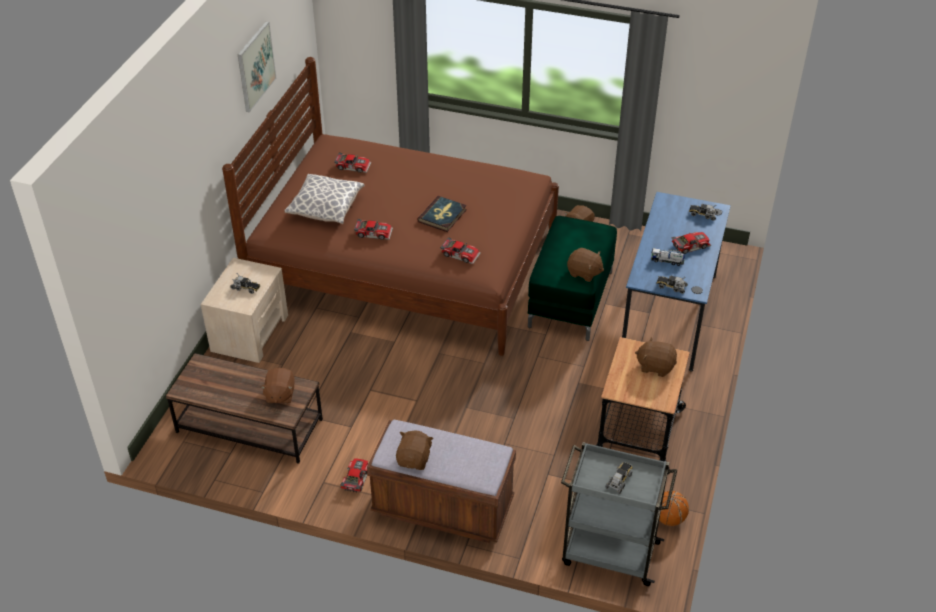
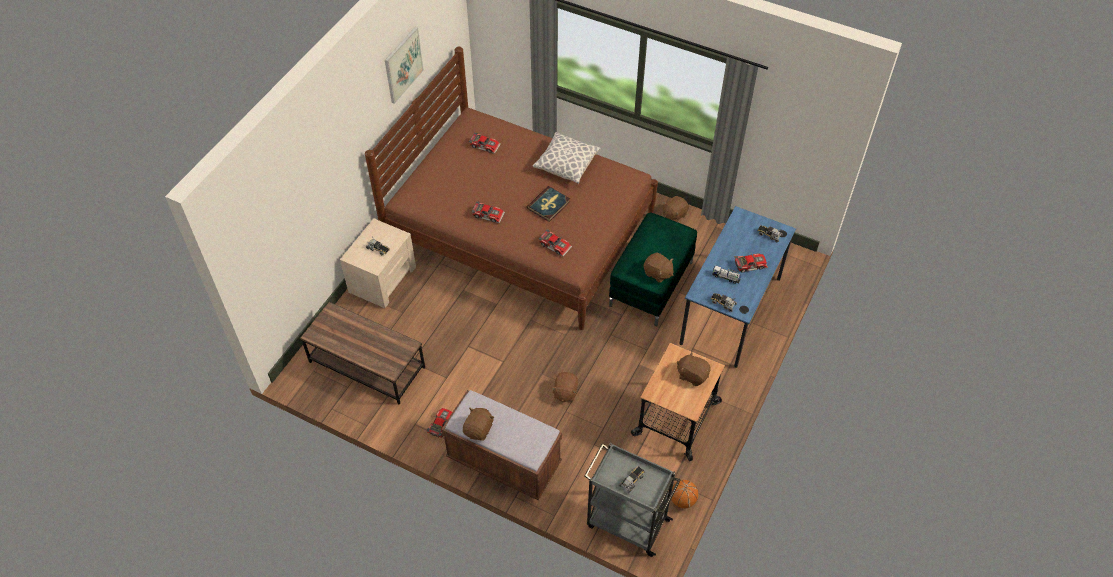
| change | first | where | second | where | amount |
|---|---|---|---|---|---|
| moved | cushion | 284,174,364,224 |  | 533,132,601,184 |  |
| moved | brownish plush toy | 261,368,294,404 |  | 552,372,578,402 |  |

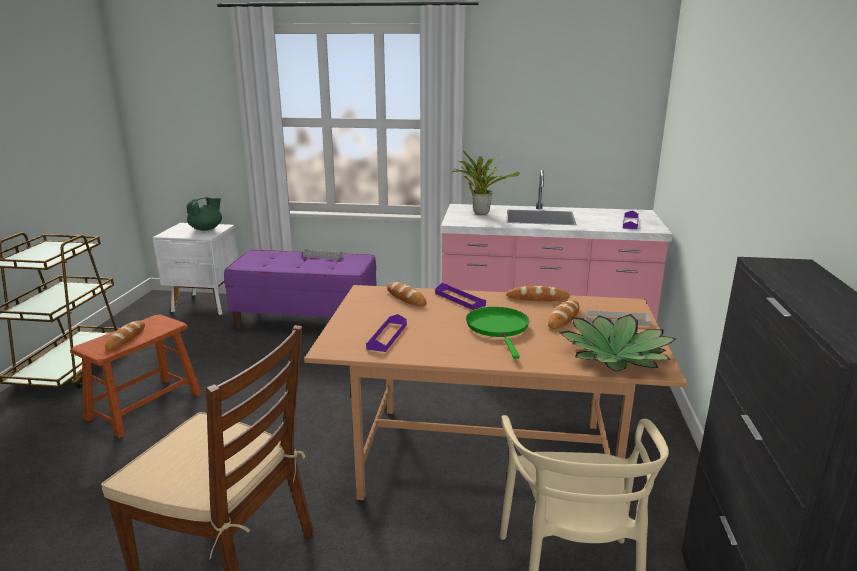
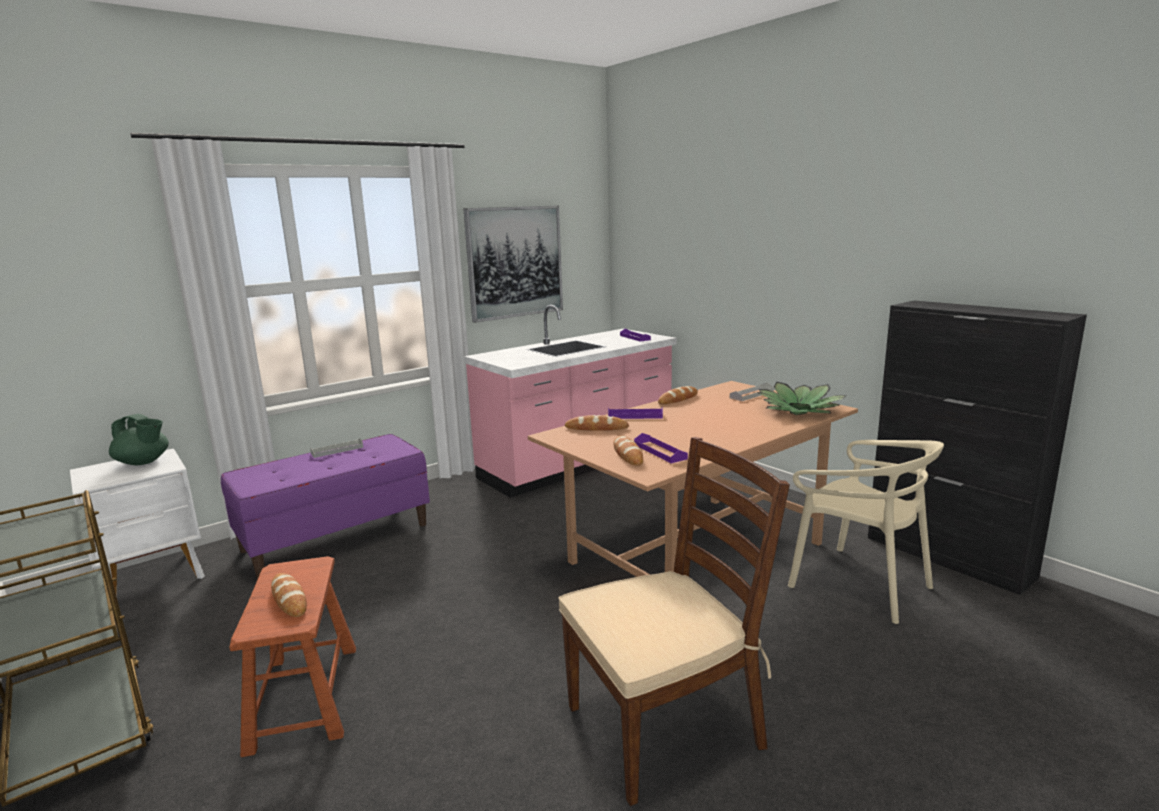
| change | first | where | second | where | amount |
|---|---|---|---|---|---|
| removed | plant in a pot | 450,151,519,215 |  |  |  |
| turned | green-coloured pot for tea | 187,197,222,231 |  | 109,414,169,465 | 120 degrees clockwise |
| moved | bakery bread | 548,300,579,329 |  | 614,436,643,466 |  |
| removed | green-coloured frying pan | 466,307,529,359 |  |  |  |
| added |  |  | wall picture | 463,206,563,323 |  |

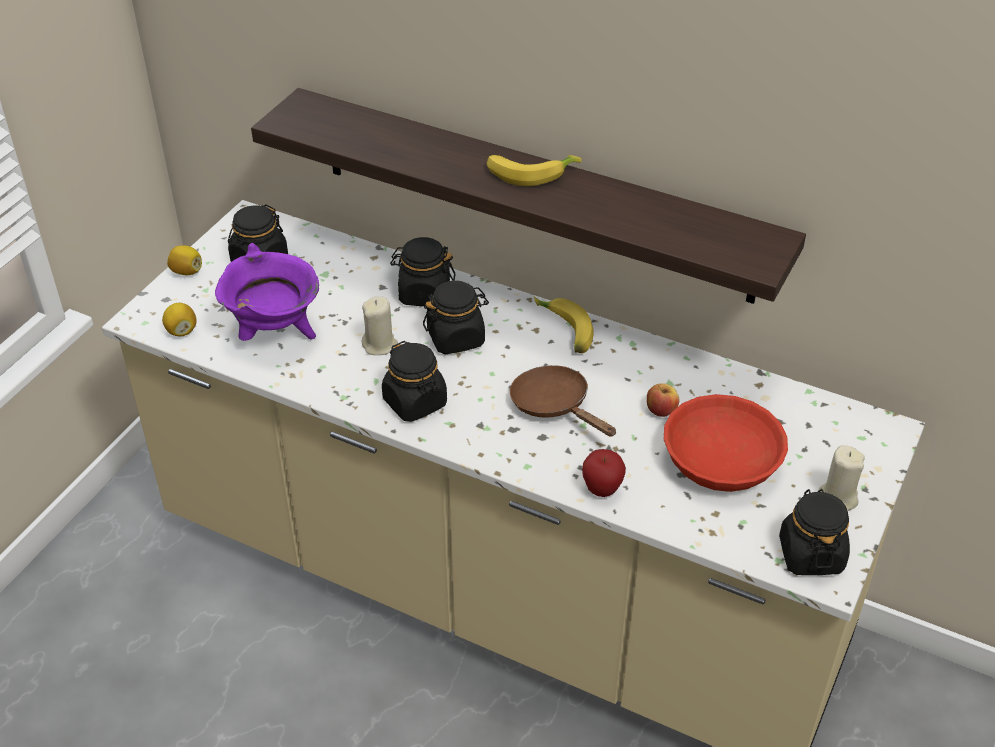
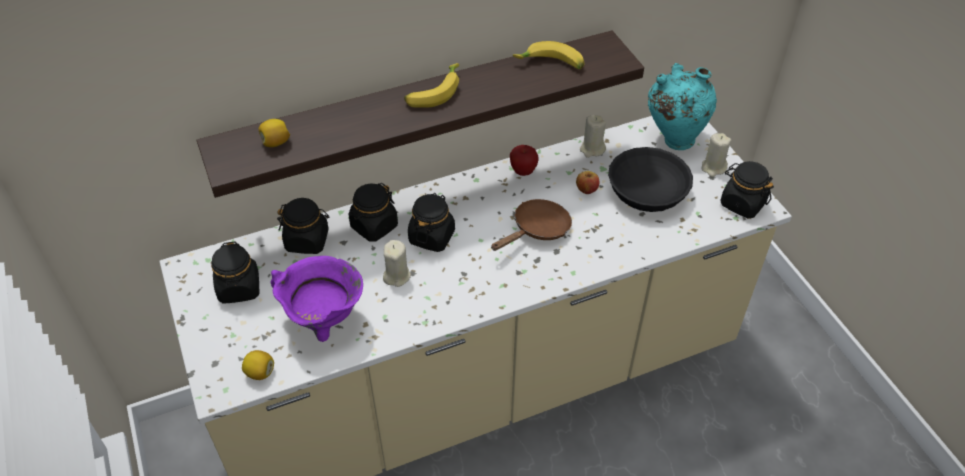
| change | first | where | second | where | amount |
|---|---|---|---|---|---|
| moved | citrus fruit | 167,245,202,275 |  | 259,119,290,147 |  |
| moved | whole banana | 534,296,594,353 |  | 513,41,585,69 |  |
| moved | blackish preserve jar | 382,341,447,422 |  | 277,198,330,254 |  |
| turned | brownish frying pan | 510,365,616,437 |  | 491,199,572,251 | 135 degrees clockwise |
| recoloured | reddish bowl | 664,394,788,492 | blackish bowl | 608,147,693,212 |  |
| moved | apple fruit | 582,449,626,497 |  | 510,145,539,176 |  |
| added |  |  | turquoise-coloured decorative vase | 648,63,717,150 |  |
| added |  |  | beige-coloured wax candle | 580,115,606,158 |  |

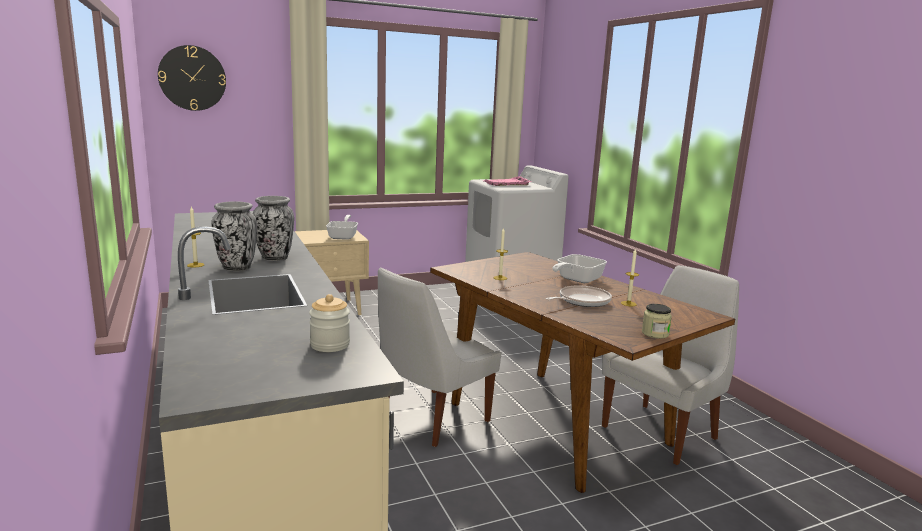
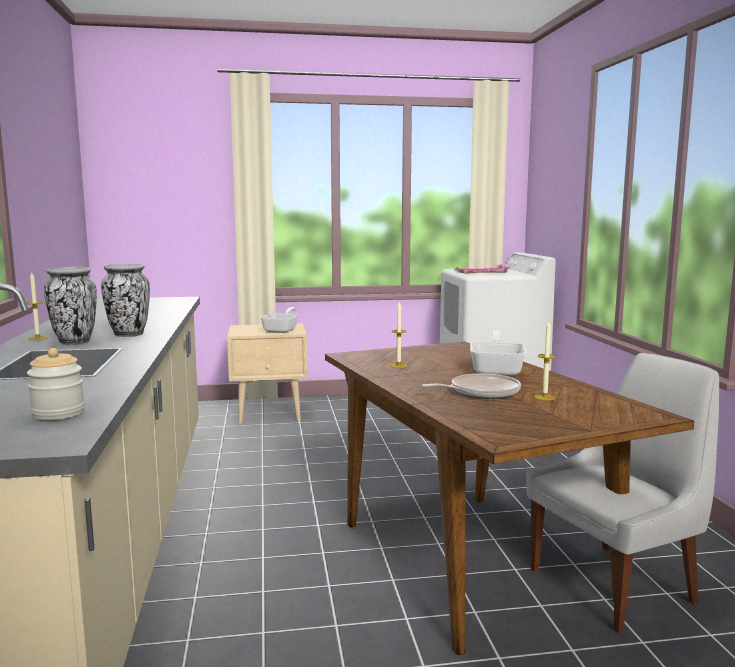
| change | first | where | second | where | amount |
|---|---|---|---|---|---|
| removed | clock on the wall | 158,45,226,111 |  |  |  |
| turned | frying pan | 553,254,607,283 |  | 470,330,526,376 | 135 degrees clockwise |
| removed | whitish upright chair | 378,267,501,447 |  |  |  |
| removed | preserve jar | 642,304,672,339 |  |  |  |

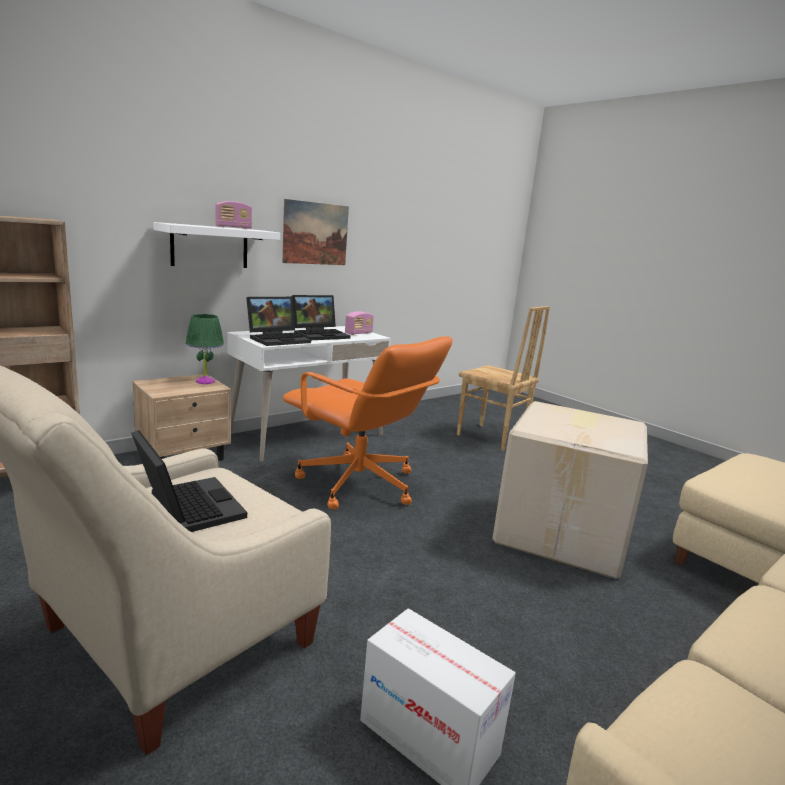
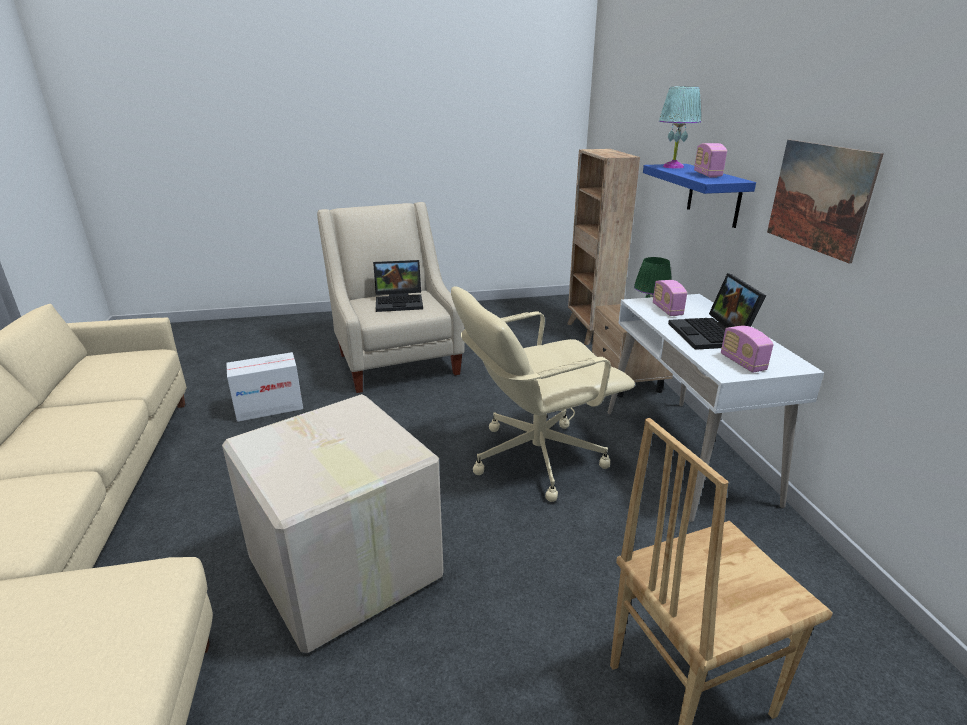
| change | first | where | second | where | amount |
|---|---|---|---|---|---|
| recoloured | whitish shelf | 153,222,280,268 | blue-coloured shelf | 643,164,756,228 |  |
| replaced | notebook computer | 246,296,311,346 | radio | 653,280,687,316 |  |
| recoloured | orange computer chair | 282,336,453,509 | beige-coloured computer chair | 451,286,635,502 |  |
| added |  |  | turquoise-coloured lamp for a table | 659,87,701,168 |  |

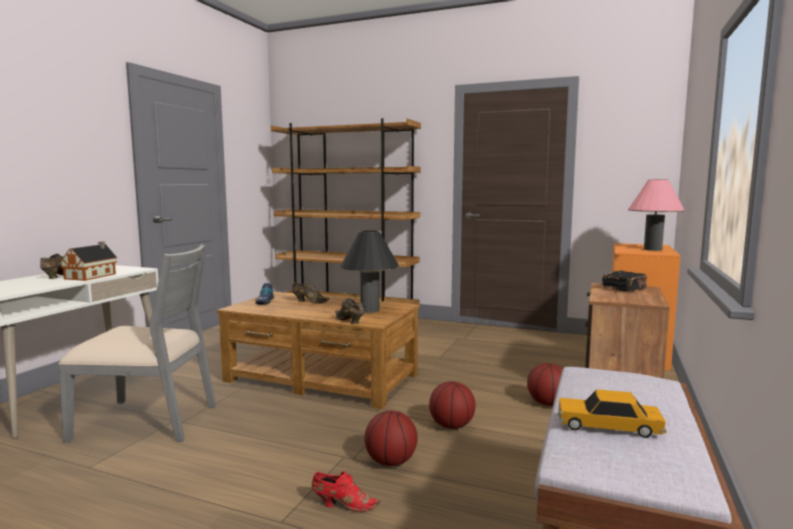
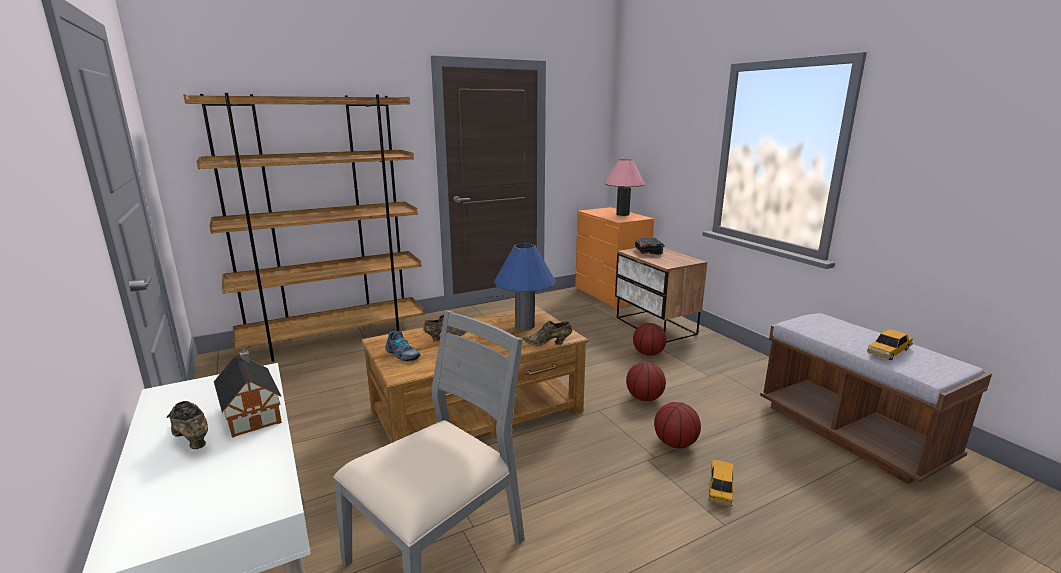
| change | first | where | second | where | amount |
|---|---|---|---|---|---|
| recoloured | blackish lamp for a table | 340,230,399,313 | blue-coloured lamp for a table | 494,243,555,330 |  |
| replaced | reddish item of footwear | 312,471,380,511 | miniature car | 708,460,733,507 |  |

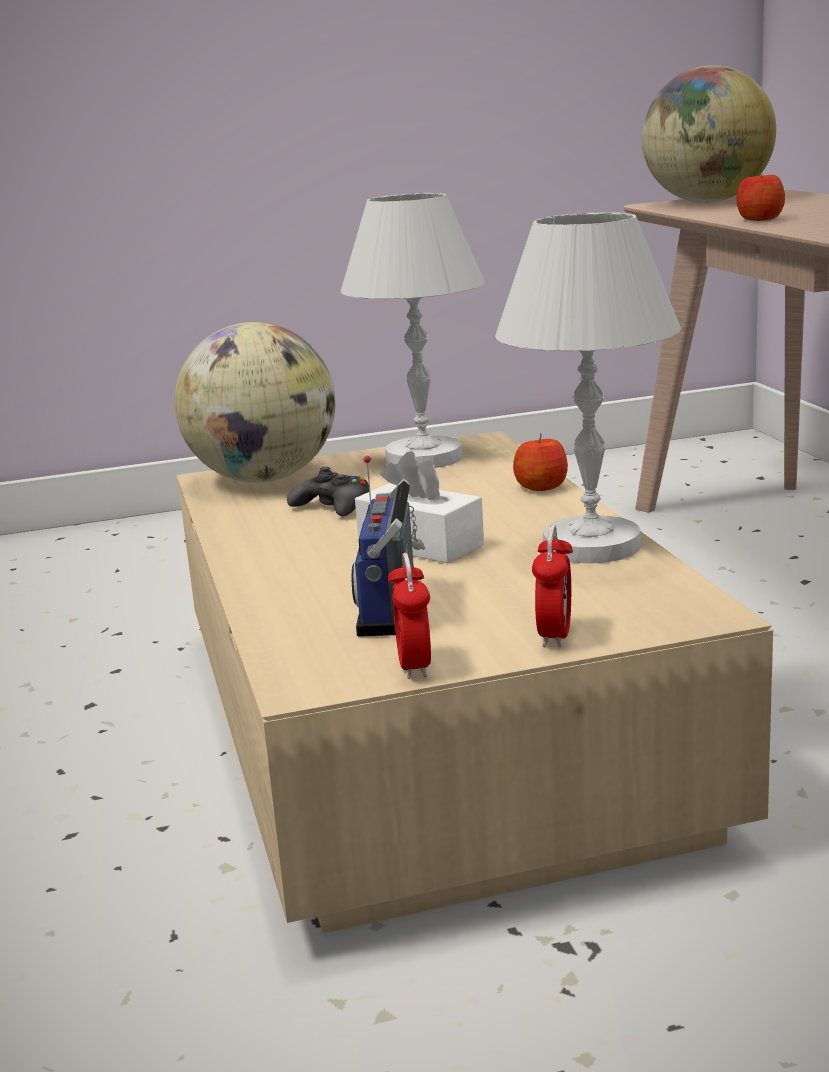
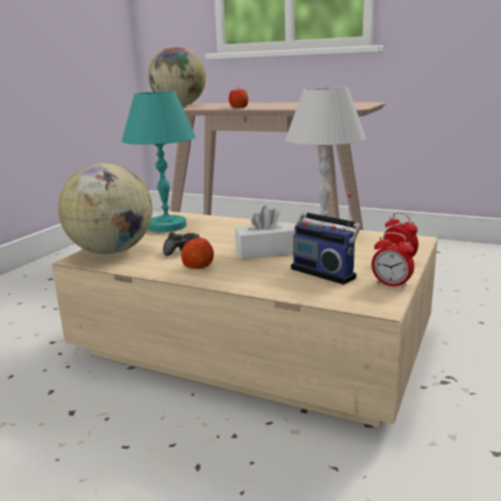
| change | first | where | second | where | amount |
|---|---|---|---|---|---|
| recoloured | whitish lamp for a table | 341,193,485,468 | turquoise-coloured lamp for a table | 122,92,196,232 |  |
| moved | apple fruit | 513,433,568,491 |  | 181,235,214,269 |  |

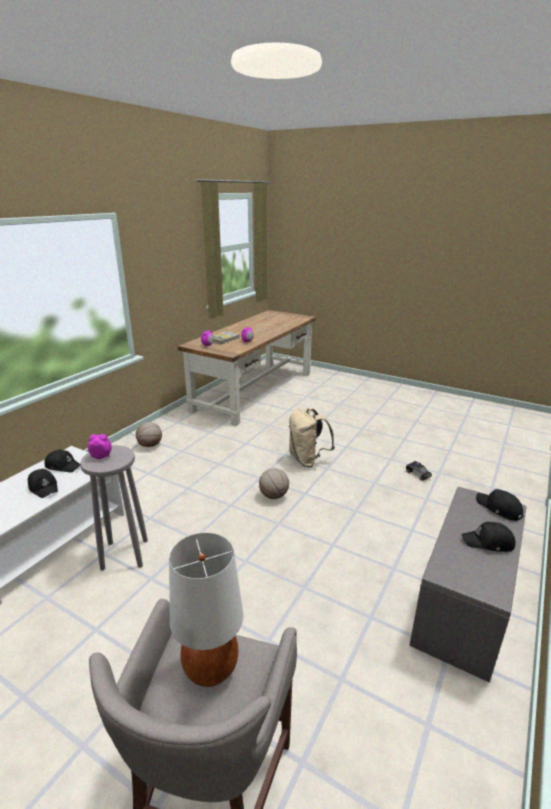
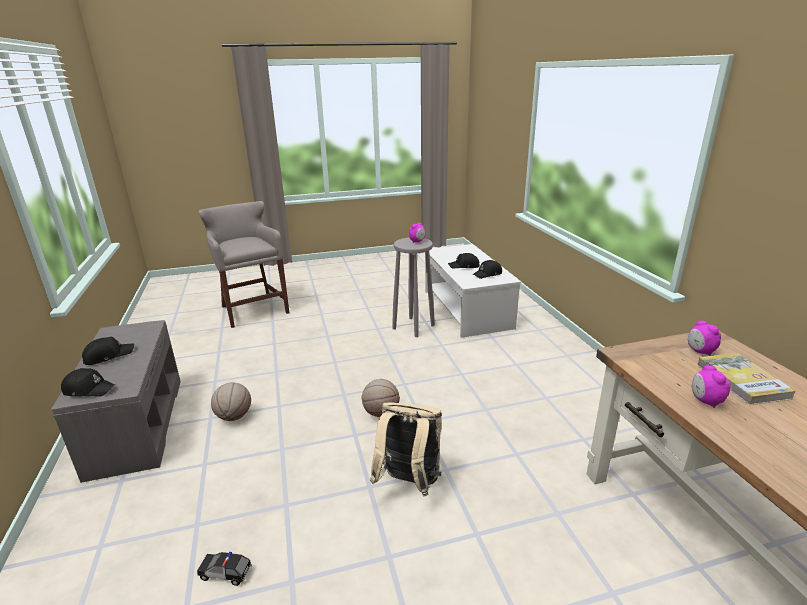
| change | first | where | second | where | amount |
|---|---|---|---|---|---|
| moved | basketball | 136,422,162,447 |  | 211,382,251,421 |  |
| removed | whitish lamp for a table | 169,533,243,687 |  |  |  |

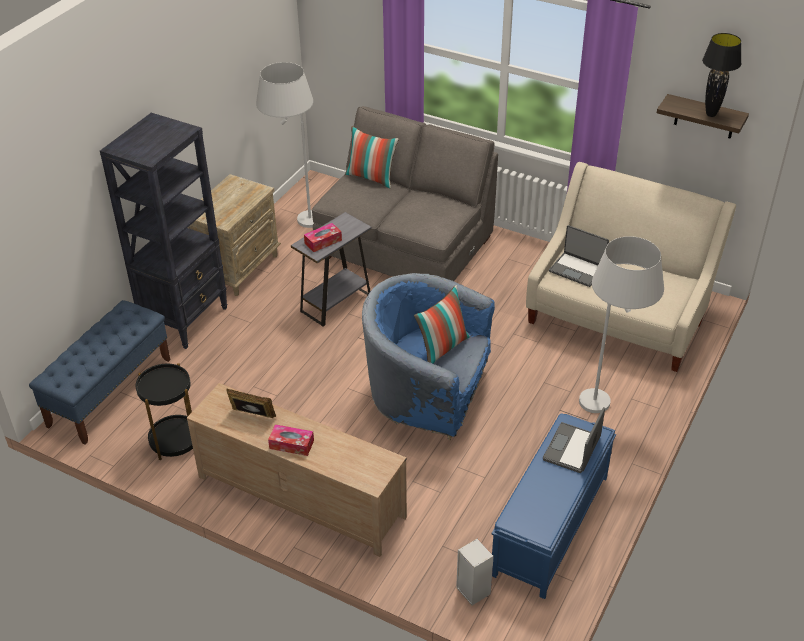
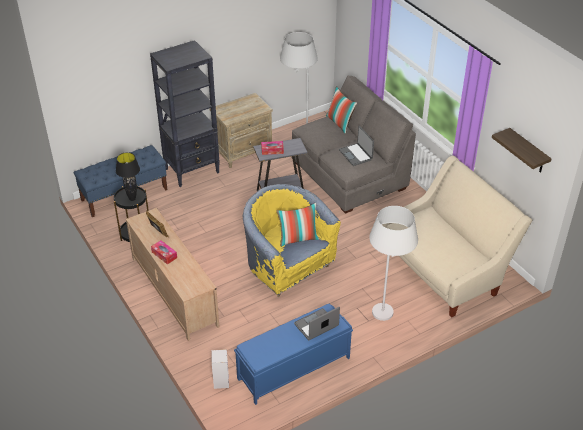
| change | first | where | second | where | amount |
|---|---|---|---|---|---|
| moved | blackish lamp for a table | 702,33,742,117 |  | 116,152,140,201 |  |
| moved | notebook computer | 549,225,609,287 |  | 339,126,374,166 |  |
| recoloured | blue-coloured easy chair | 362,273,495,441 | yellow easy chair | 242,184,341,297 |  |

